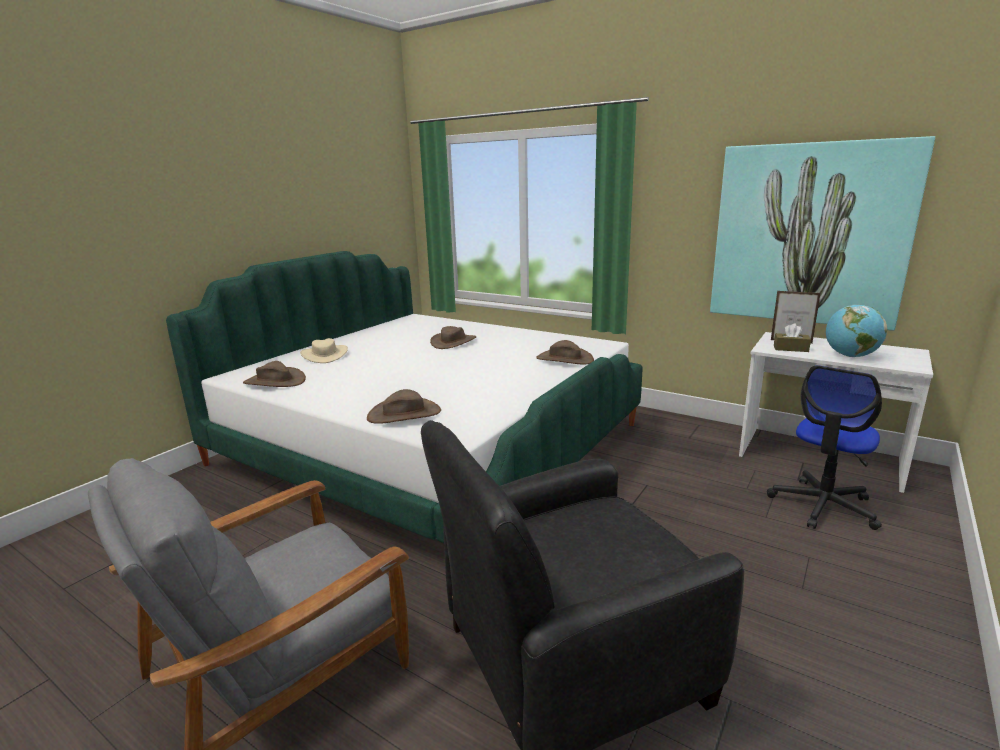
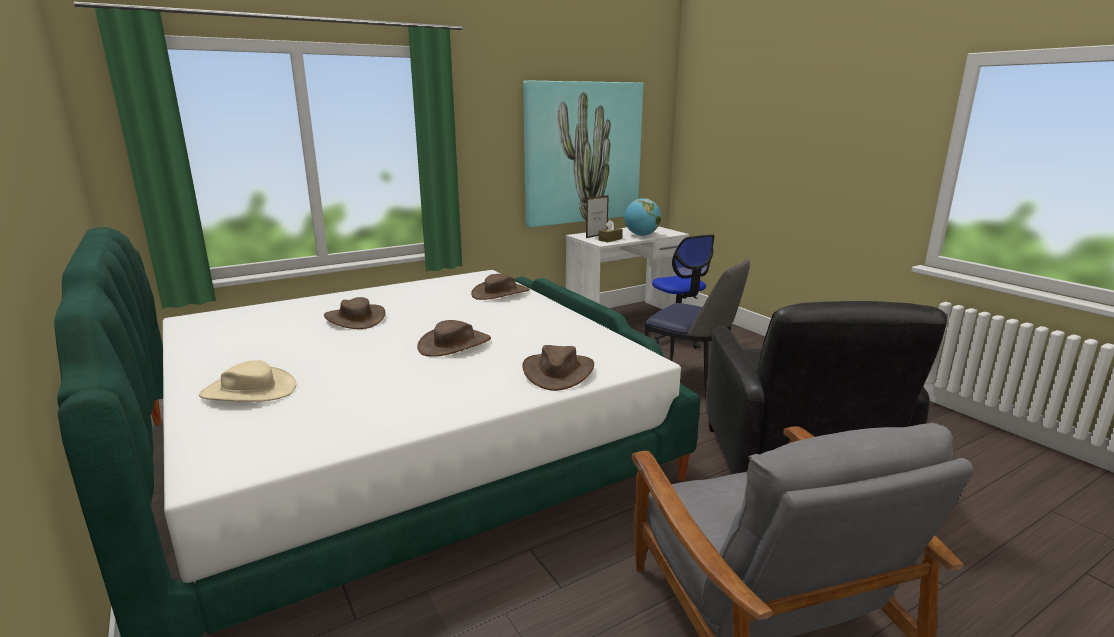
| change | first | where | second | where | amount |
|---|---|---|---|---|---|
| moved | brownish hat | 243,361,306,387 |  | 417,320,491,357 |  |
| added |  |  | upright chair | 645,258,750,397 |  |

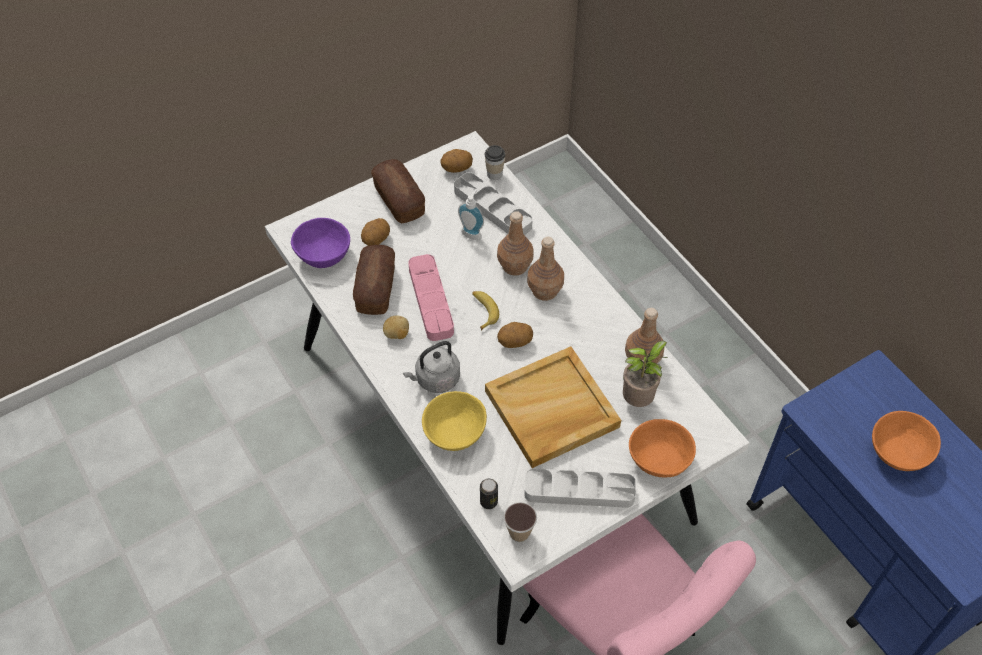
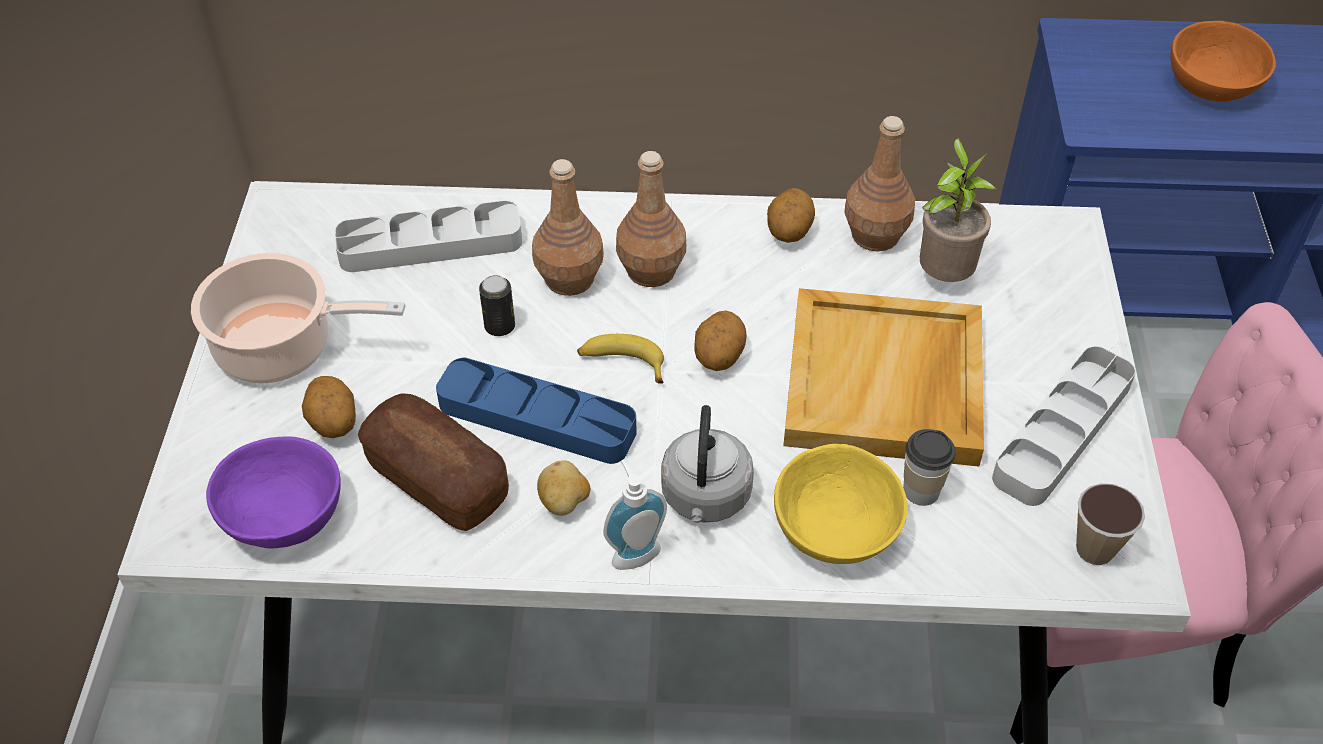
| change | first | where | second | where | amount |
|---|---|---|---|---|---|
| moved | drinking cup | 484,145,505,180 |  | 903,429,955,506 |  |
| moved | spud | 440,149,473,173 |  | 767,188,815,243 |  |
| replaced | bakery bread | 371,159,425,223 | cooking pot | 191,253,406,384 |  |
| moved | liquid soap bottle | 458,190,484,240 |  | 603,460,667,570 |  |
| recoloured | pink-coloured carrying tray | 408,254,454,341 | blue-coloured carrying tray | 436,358,637,464 |  |
| removed | orange bowl | 629,419,696,477 |  |  |  |
| moved | can | 480,479,498,509 |  | 479,275,515,336 |  |

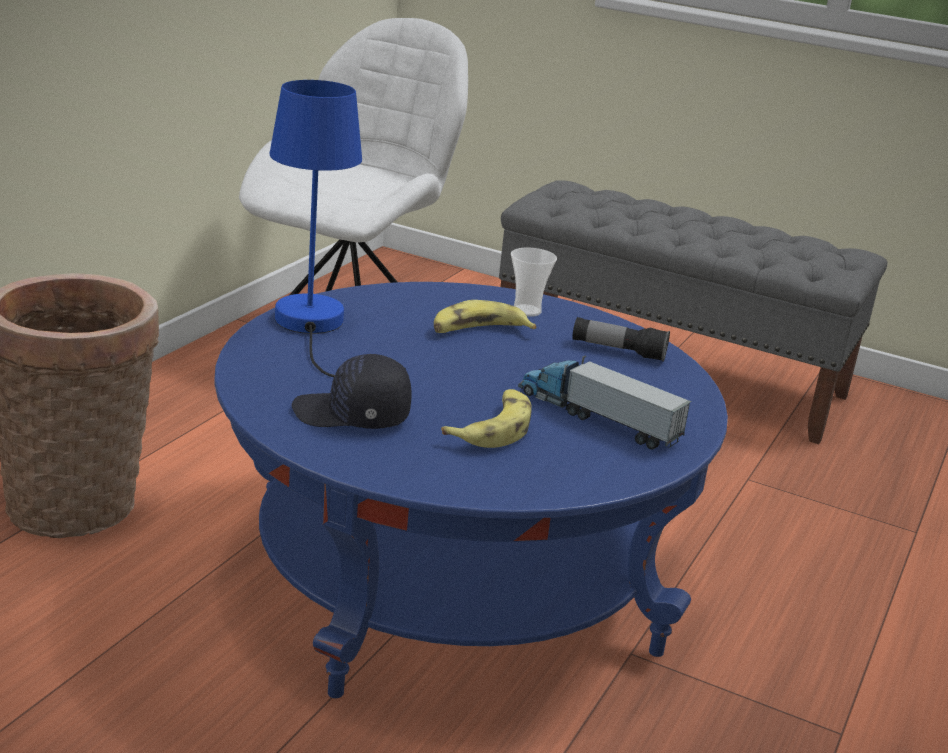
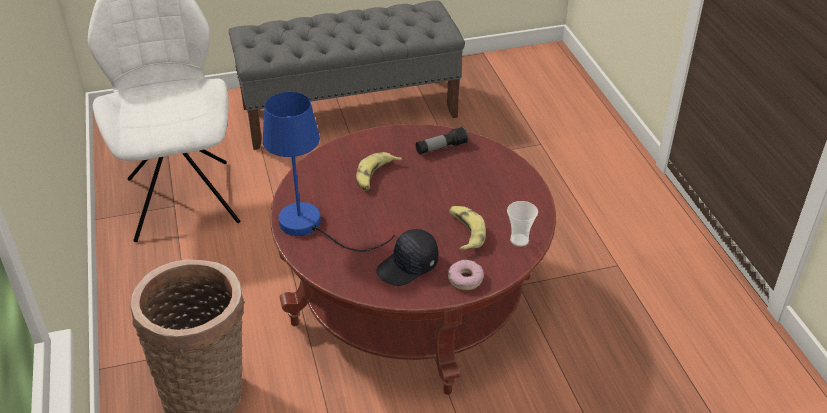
| change | first | where | second | where | amount |
|---|---|---|---|---|---|
| moved | drinking cup | 511,248,557,317 |  | 507,201,538,247 |  |
| recoloured | blue-coloured lounge table | 214,282,728,698 | reddish lounge table | 270,124,556,395 |  |
| removed | toy truck | 518,355,692,450 |  |  |  |
| added |  |  | donut | 448,260,484,290 |  |

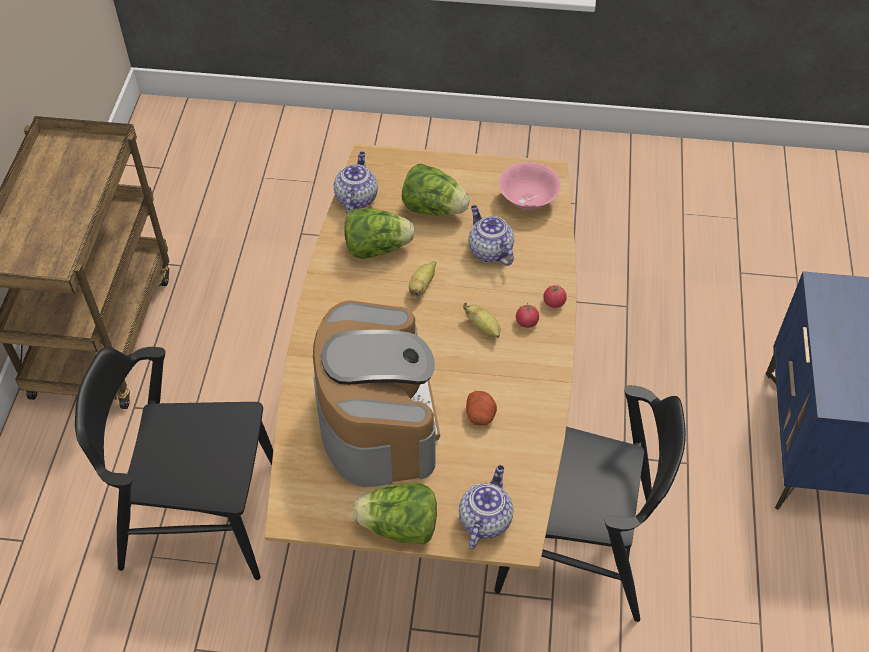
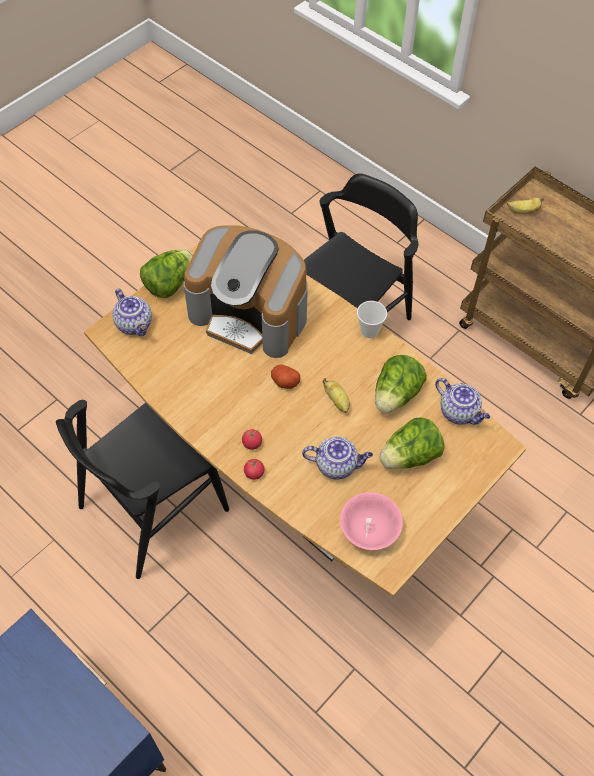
| change | first | where | second | where | amount |
|---|---|---|---|---|---|
| moved | whole banana | 463,303,500,338 |  | 507,197,544,214 |  |
| moved | spud | 466,391,497,426 |  | 271,365,300,389 |  |
| added |  |  | drinking cup | 357,301,387,338 |  |

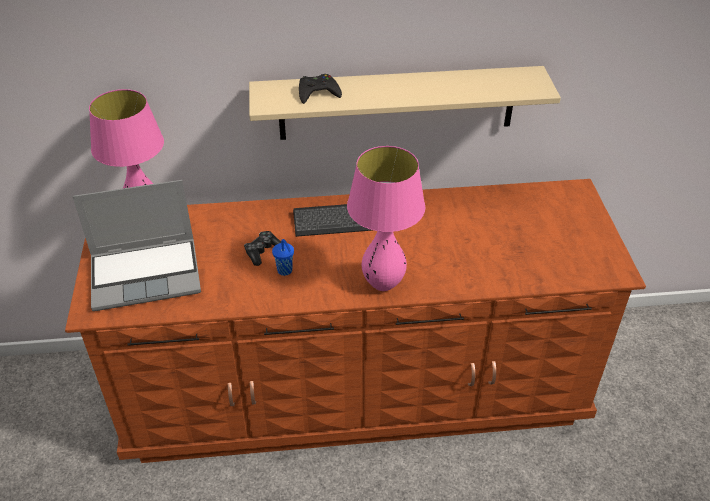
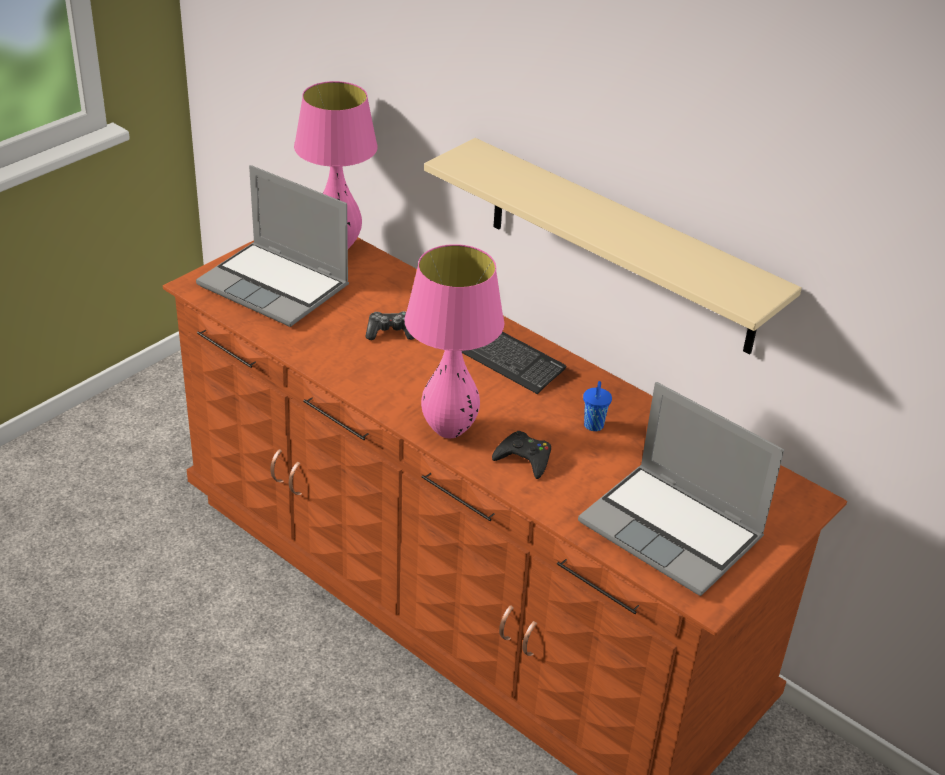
| change | first | where | second | where | amount |
|---|---|---|---|---|---|
| moved | blackish game controller | 299,74,342,104 |  | 492,431,551,479 |  |
| moved | blue-coloured drinking cup | 272,239,294,276 |  | 583,381,612,431 |  |
| added |  |  | notebook computer | 578,382,784,596 |  |

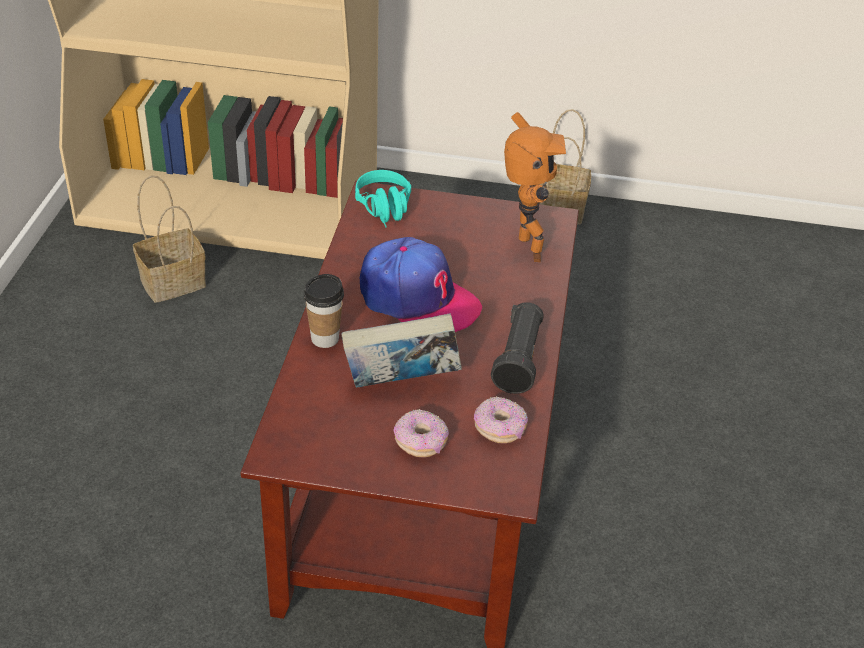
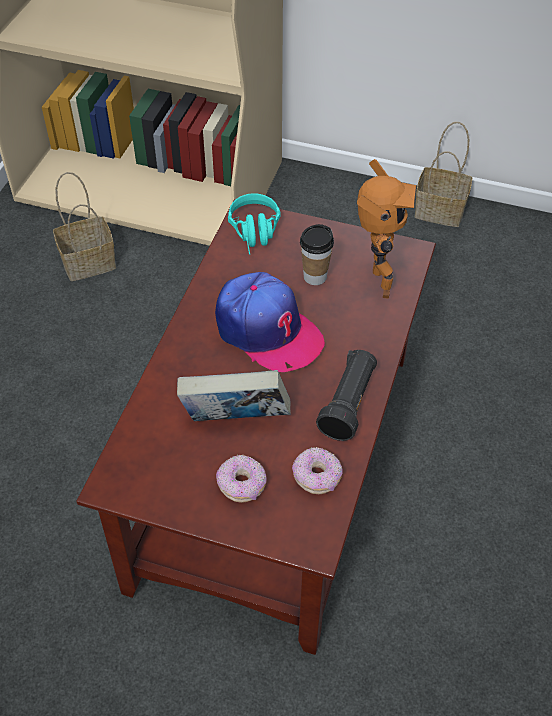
| change | first | where | second | where | amount |
|---|---|---|---|---|---|
| moved | drinking cup | 304,274,344,348 |  | 300,224,334,285 |  |

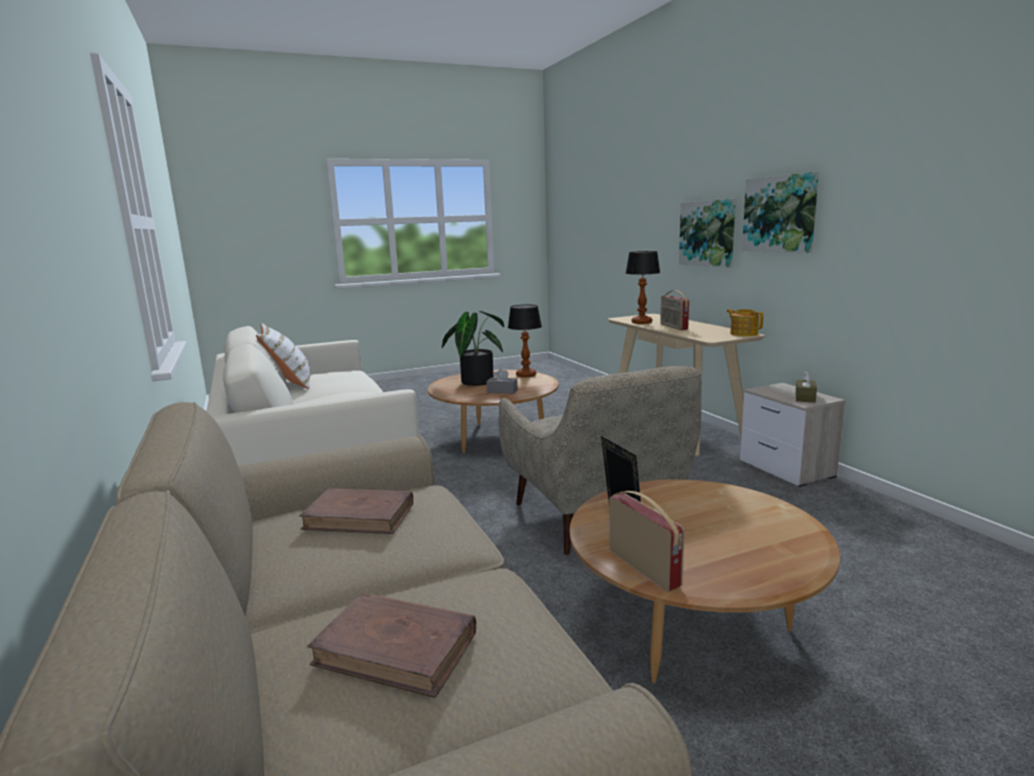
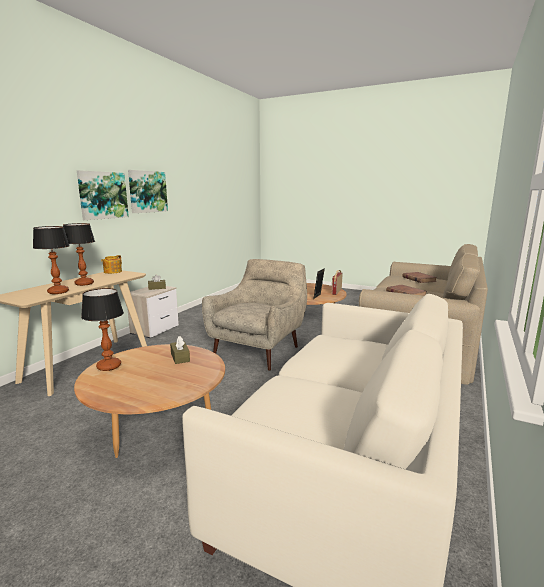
| change | first | where | second | where | amount |
|---|---|---|---|---|---|
| moved | wall picture | 679,199,736,268 |  | 128,170,168,213 |  |
| replaced | radio | 660,290,689,330 | lamp for a table | 63,223,95,286 |  |
| removed | plant in a pot | 442,311,504,386 |  |  |  |
| removed | whitish cushion | 256,323,310,389 |  |  |  |
| recoloured | greyish tissue box | 486,369,518,394 | brownish tissue box | 170,336,190,364 |  |

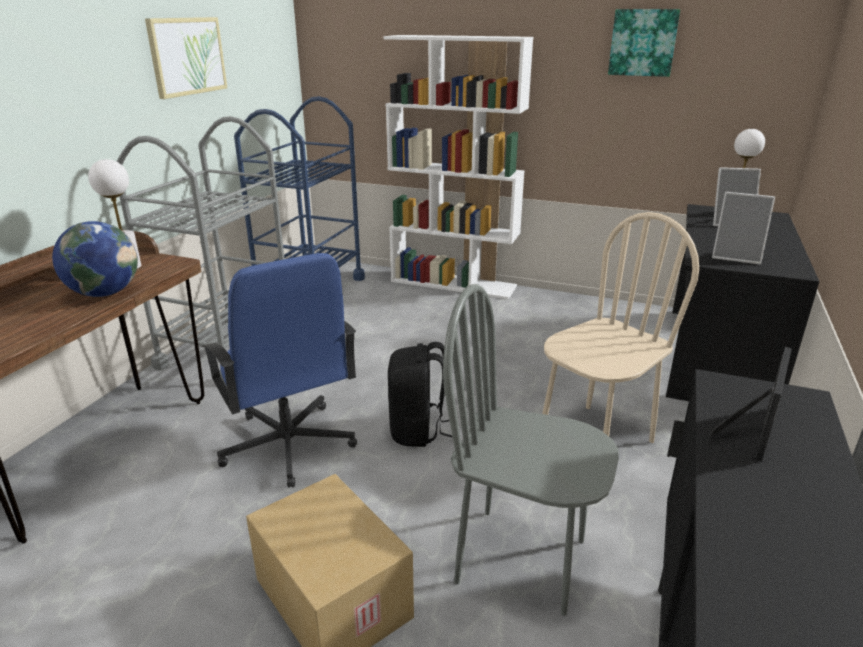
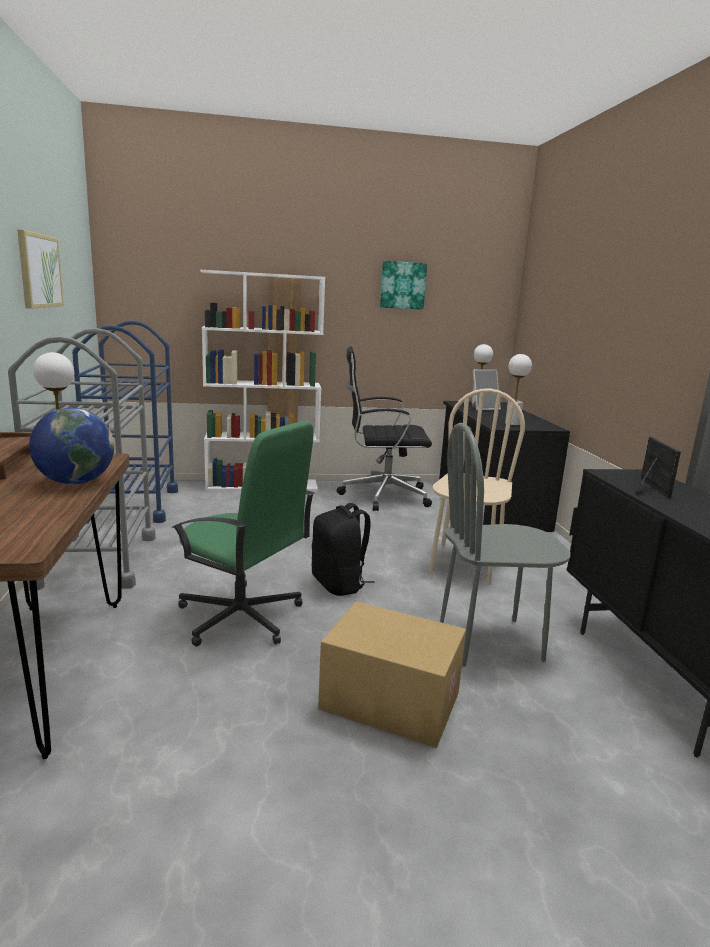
| change | first | where | second | where | amount |
|---|---|---|---|---|---|
| replaced | standing frame | 712,192,775,265 | whitish lamp for a table | 505,354,532,425 |  |
| recoloured | blue-coloured computer chair | 202,253,357,488 | green-coloured computer chair | 172,421,314,647 |  |
| added |  |  | blackish computer chair | 337,346,432,511 |  |

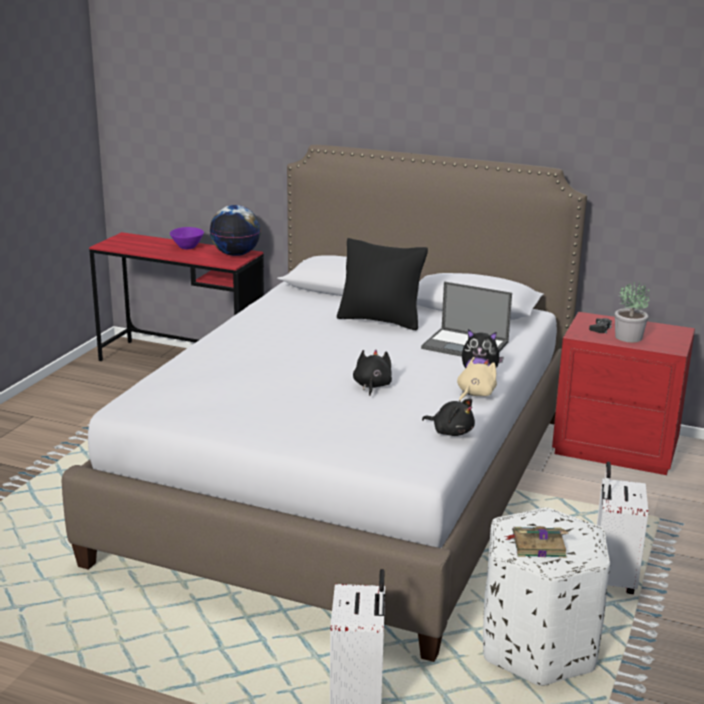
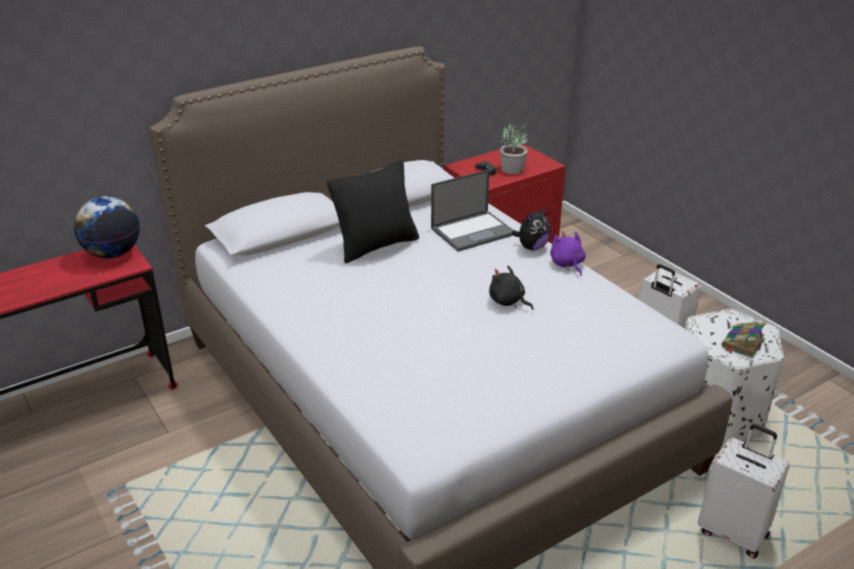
| change | first | where | second | where | amount |
|---|---|---|---|---|---|
| removed | purple bowl | 170,227,204,249 |  |  |  |
| recoloured | beige-coloured plush toy | 457,357,497,402 | purple plush toy | 550,231,586,276 |  |
| removed | blackish plush toy | 422,399,475,436 |  |  |  |

